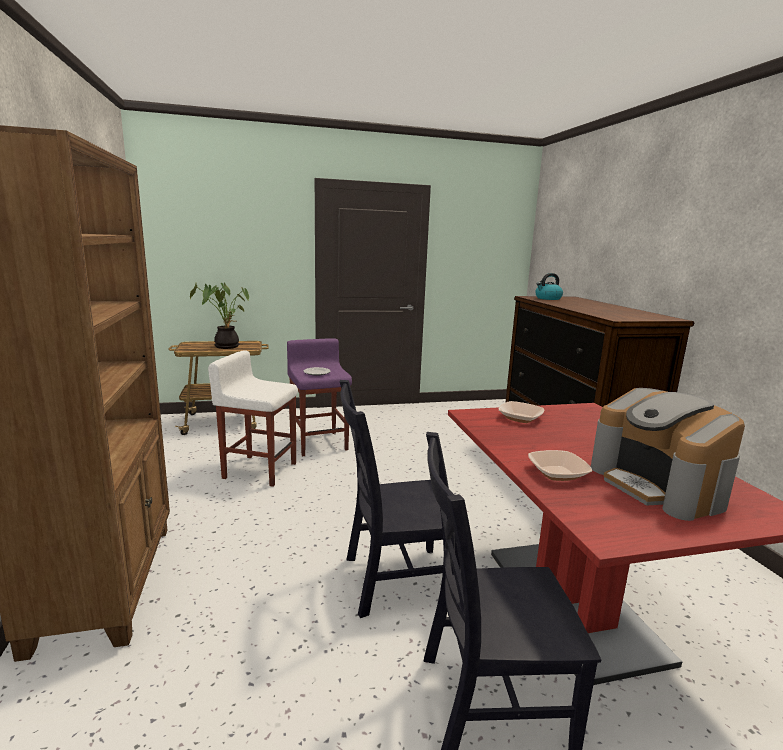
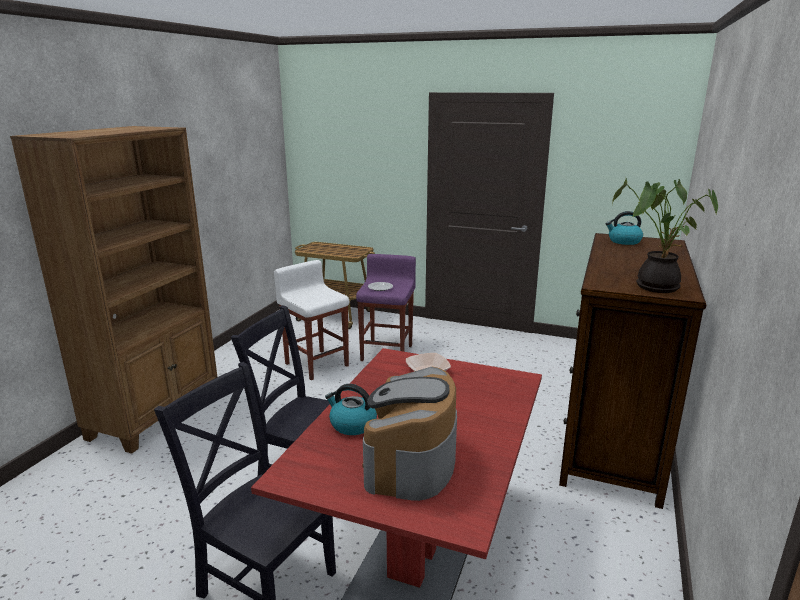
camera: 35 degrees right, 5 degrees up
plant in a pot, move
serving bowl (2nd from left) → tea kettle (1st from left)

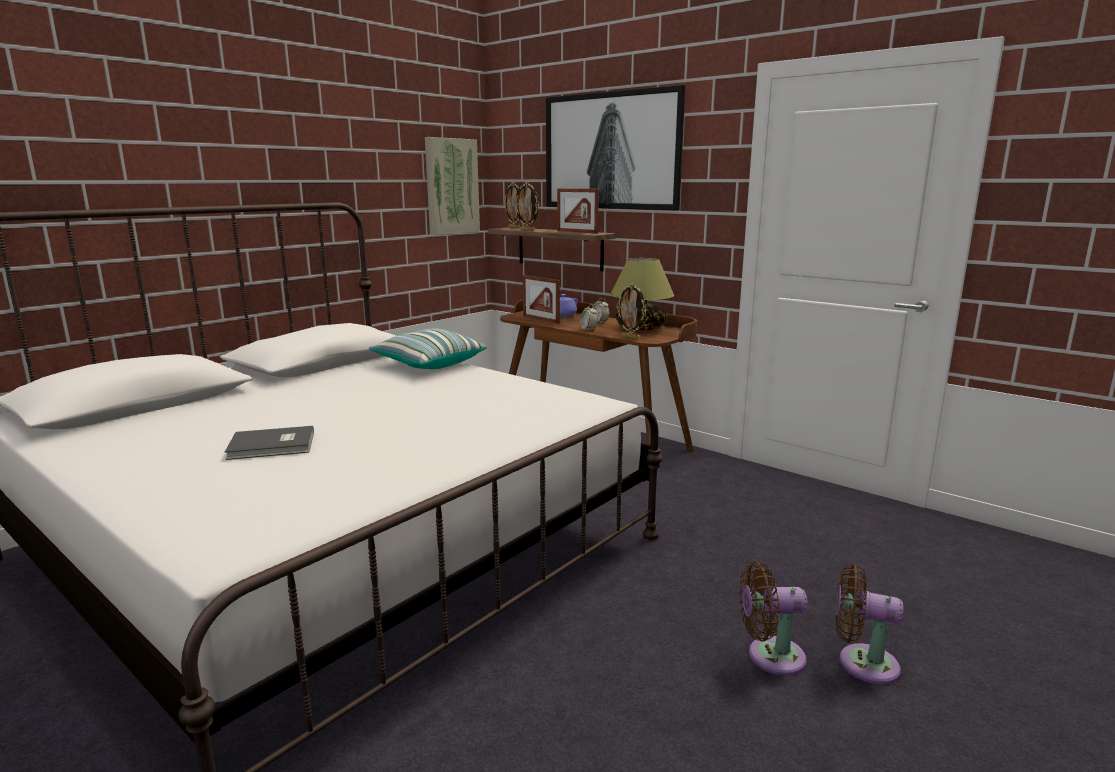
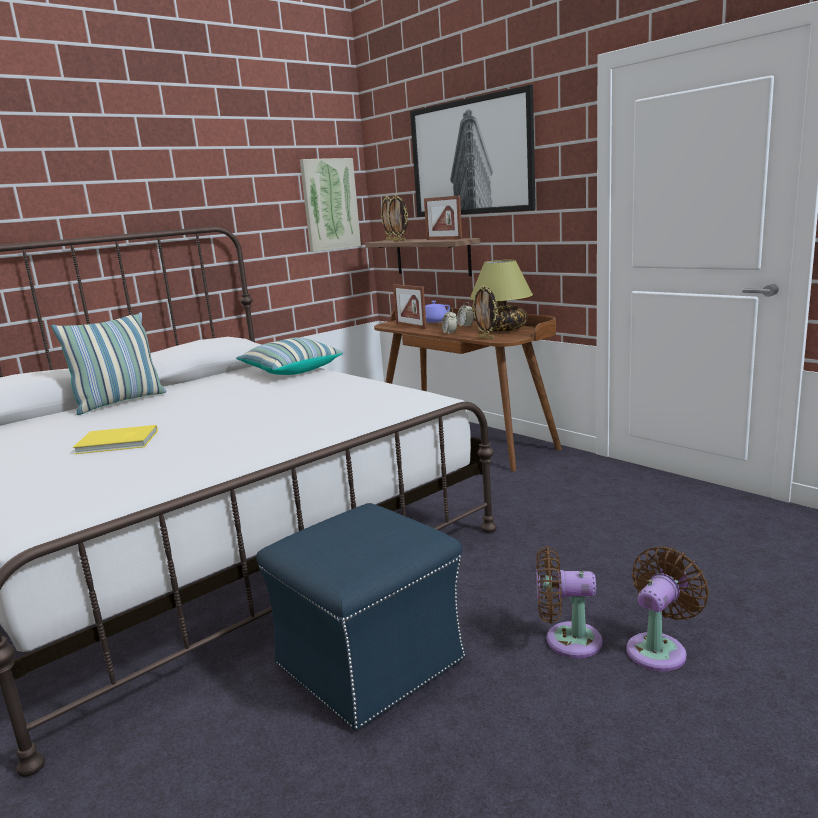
camera: 10 degrees right, 0 degrees up
- → pillow (1st from left)
- → blue ottoman
grey volume → yellow volume
brown-coloured fan (2nd from left), 105 degrees clockwise

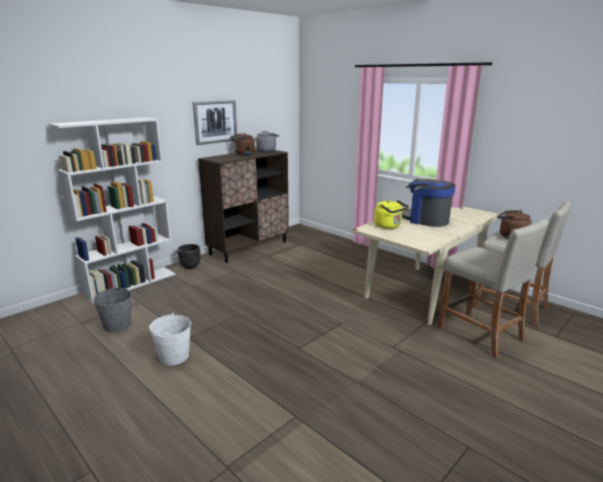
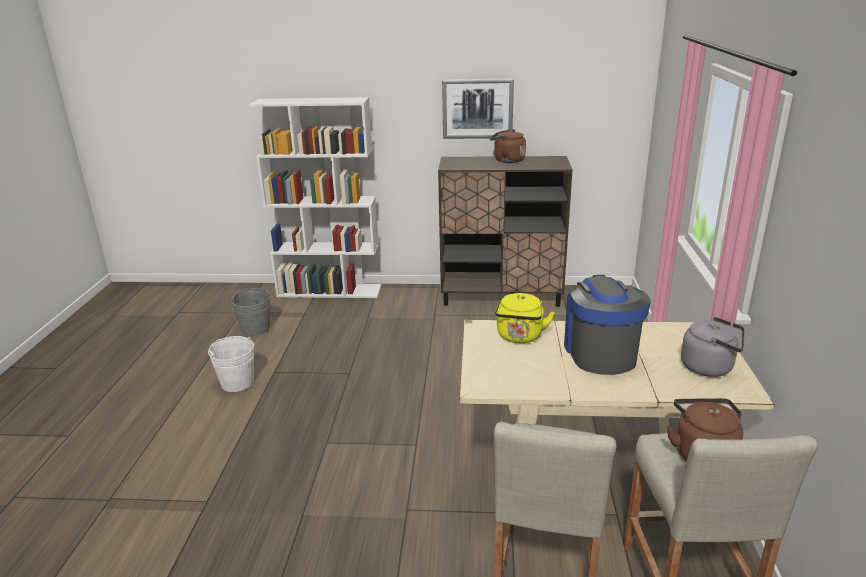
camera: 50 degrees right, 5 degrees up
black-coloured planter → -
grey tea kettle, move

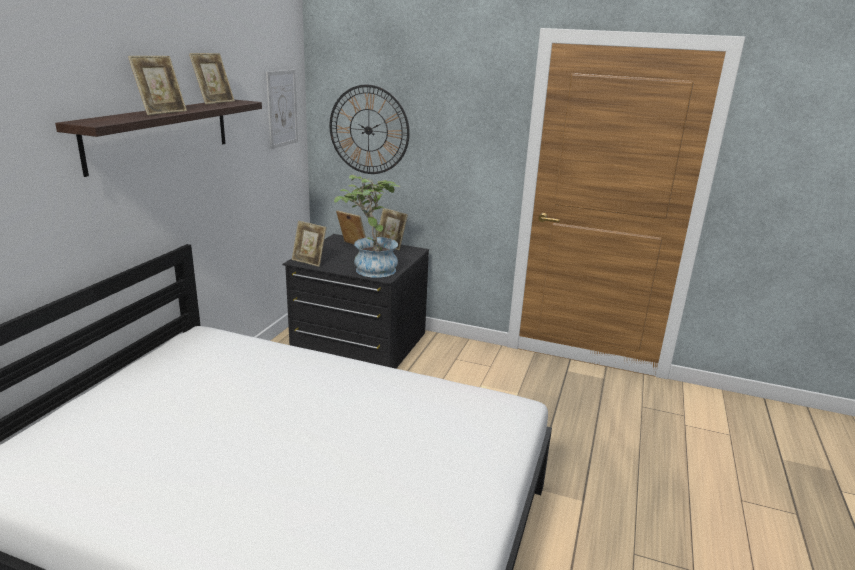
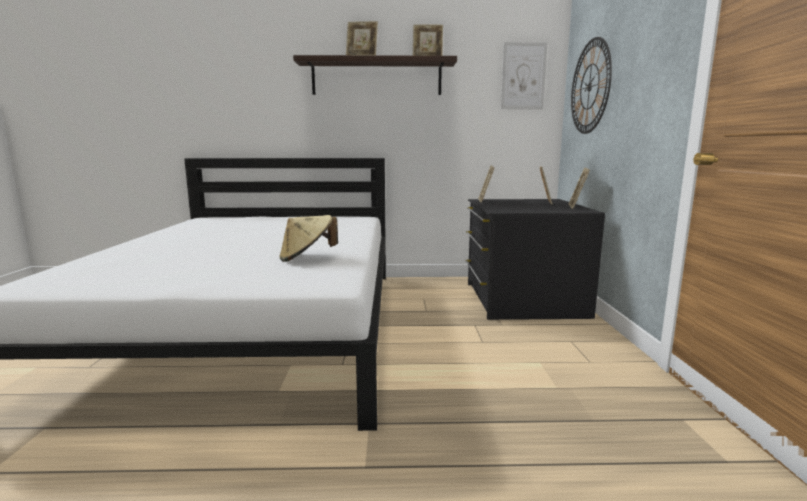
camera: 70 degrees right, 10 degrees down
plant in a pot → -
- → sand-coloured hat

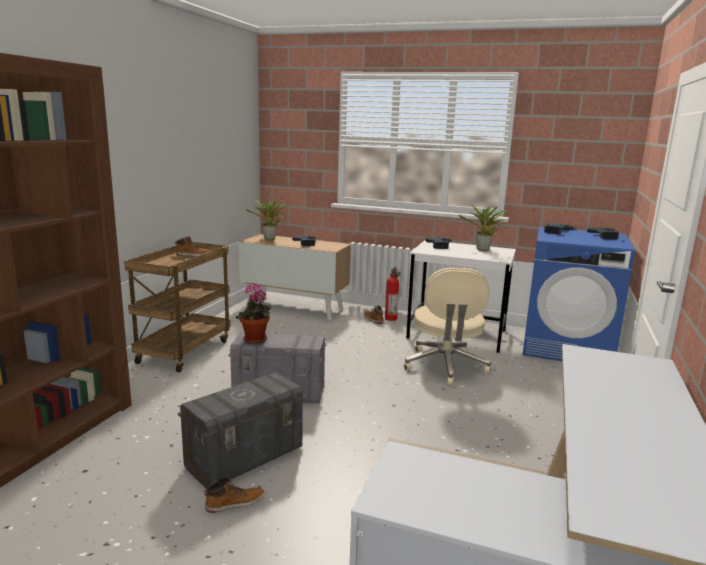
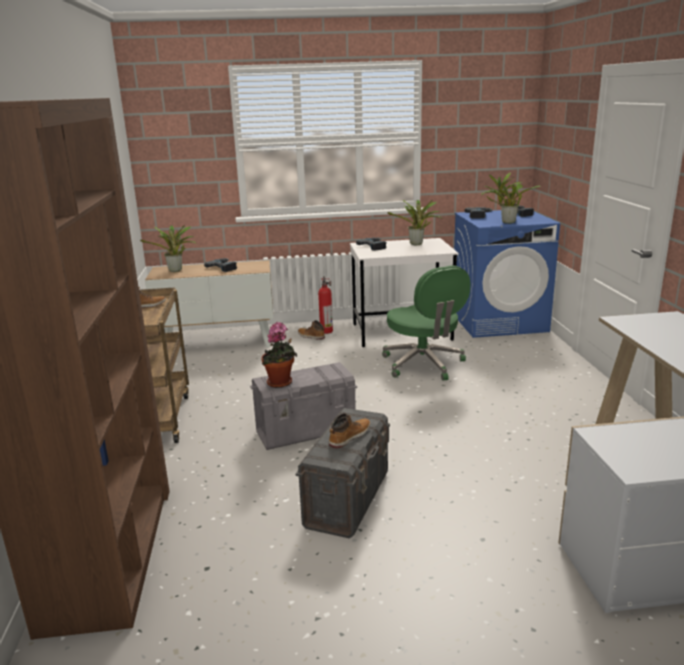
camera: 25 degrees left, 5 degrees up
- → plant in a pot (4th from left)
tall boot (2nd from left in the first image) → tall boot (3rd from left), move
sand-coloured office chair → greenish office chair

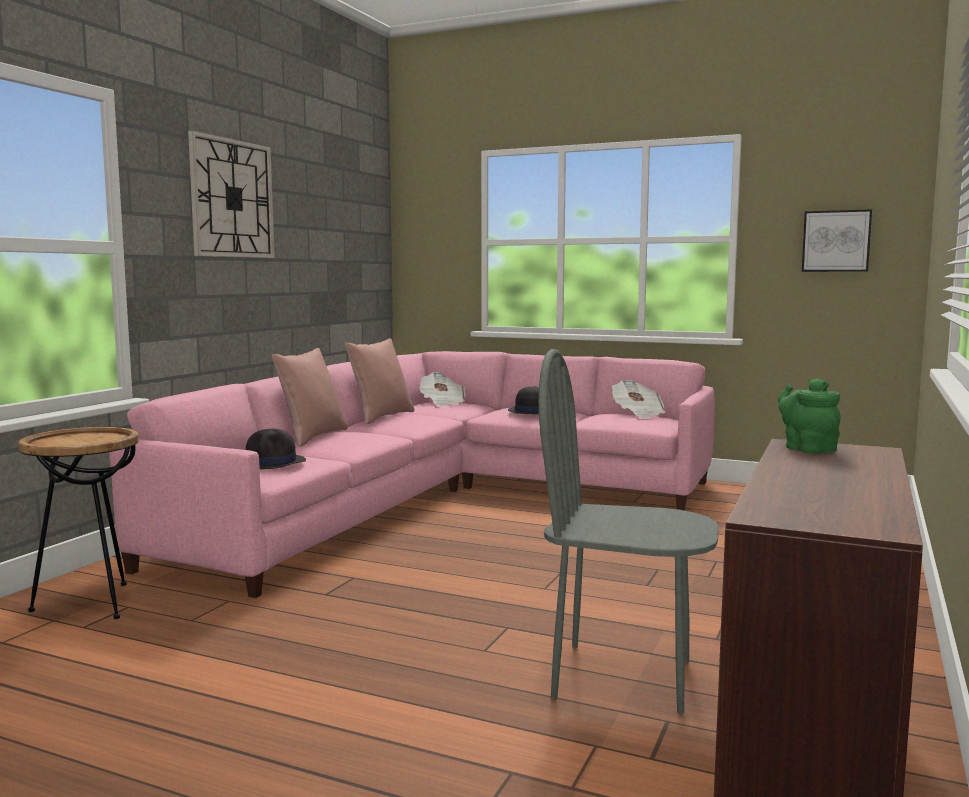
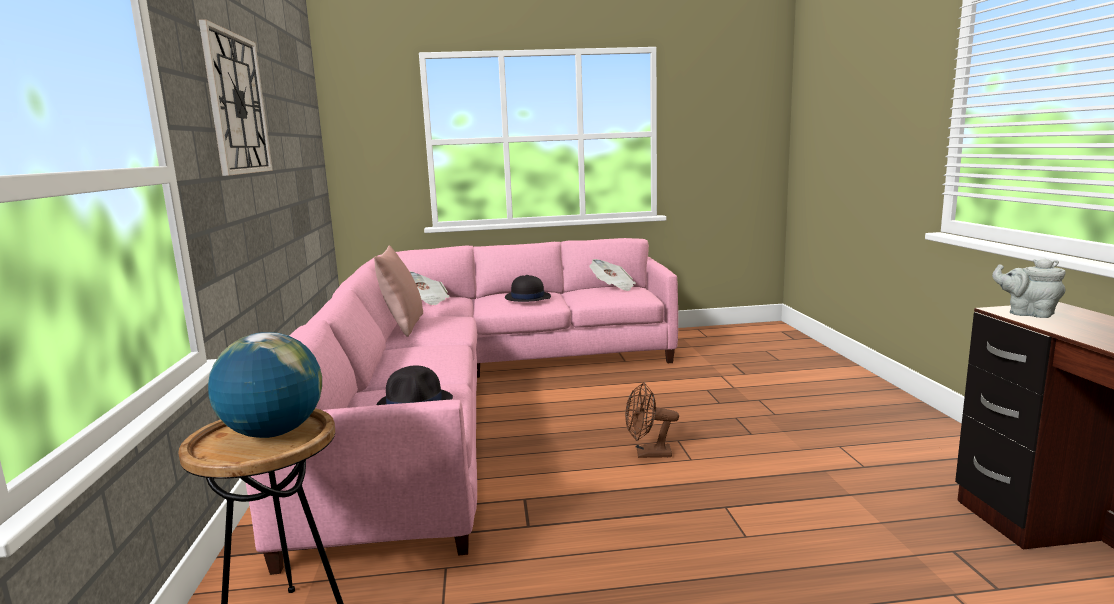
camera: 30 degrees left, 5 degrees up
pink pillow (1st from left) → -
grey chair → -
picture → -
- → desk globe
- → brown-coloured fan
greenish pot for tea → grey pot for tea

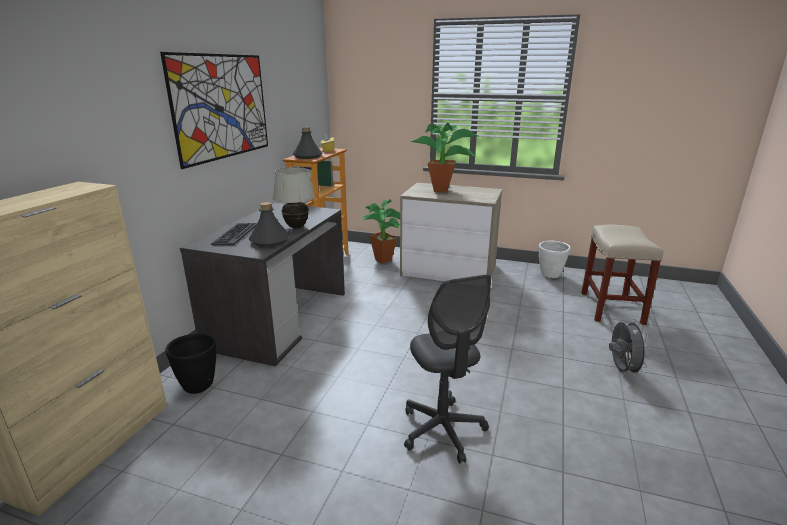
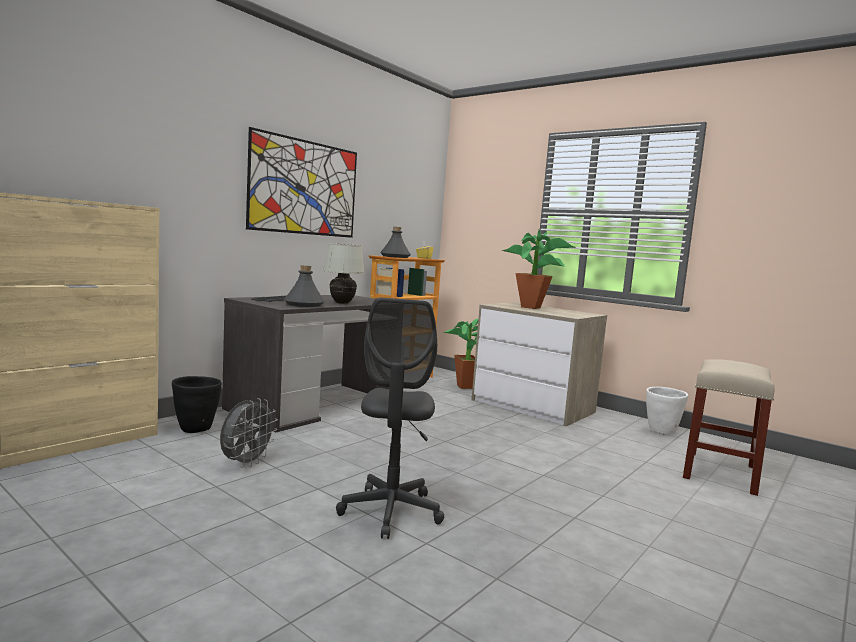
camera: 20 degrees right, 15 degrees down
grey fan, move

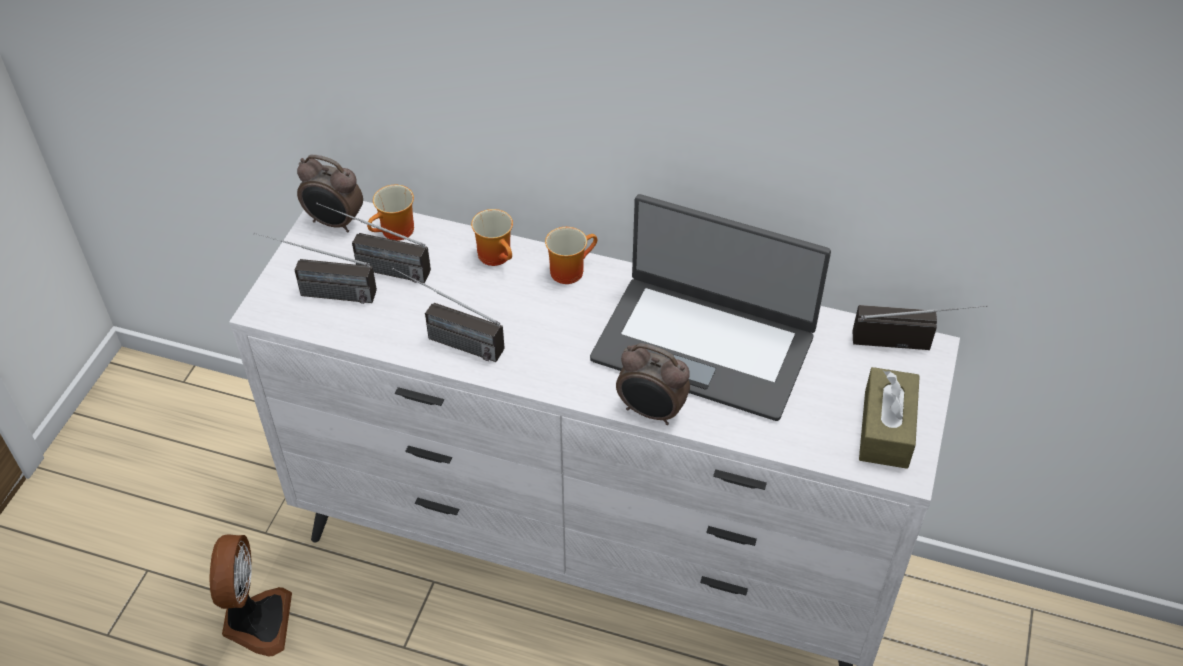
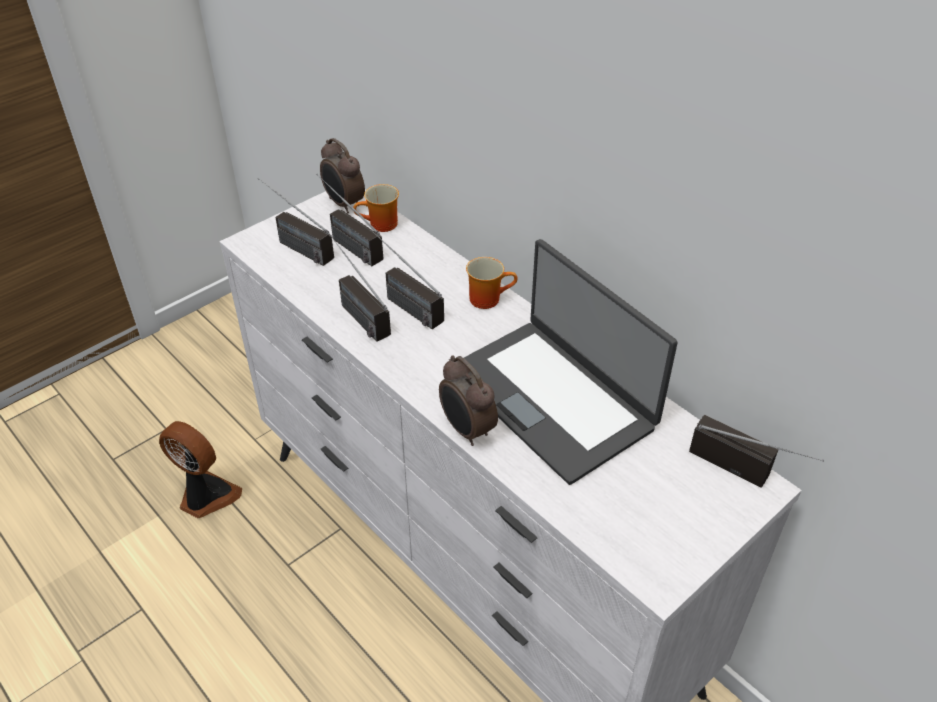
camera: 30 degrees right, 5 degrees down
tea mug (2nd from left) → -
brown-coloured tissue holder → -
- → radio (4th from left)
fan, 90 degrees counterclockwise

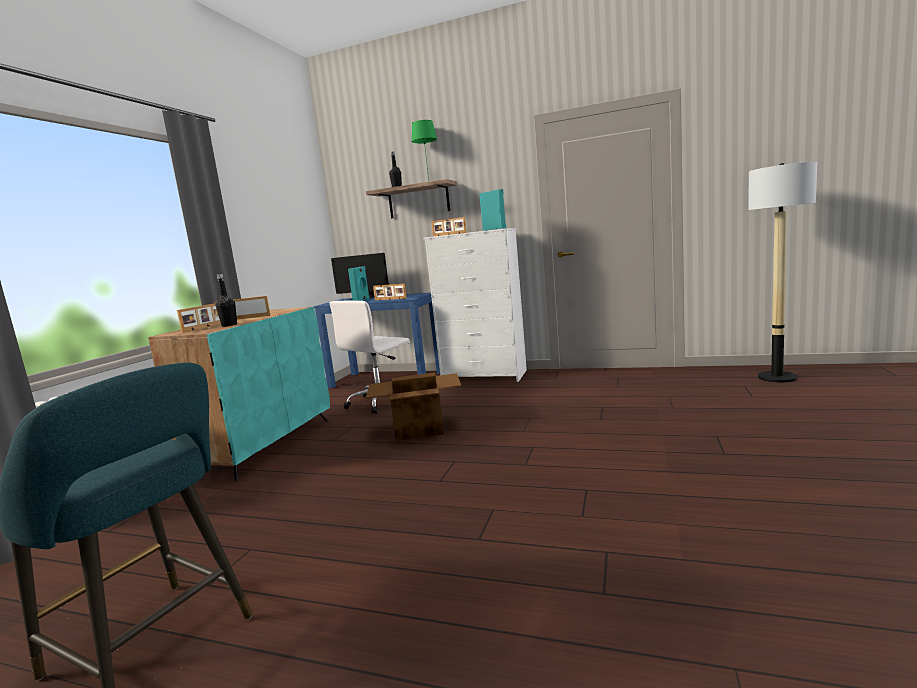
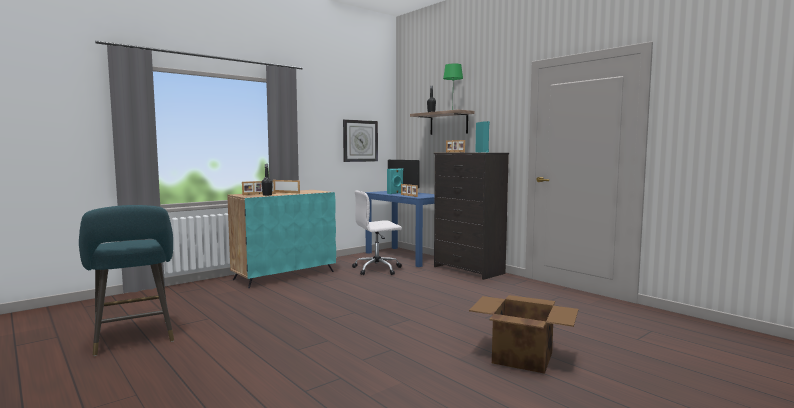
camera: 30 degrees right, 5 degrees down
standing lamp → -
- → wall clock
cardboard box, move
white-coloured chest of drawers → black-coloured chest of drawers

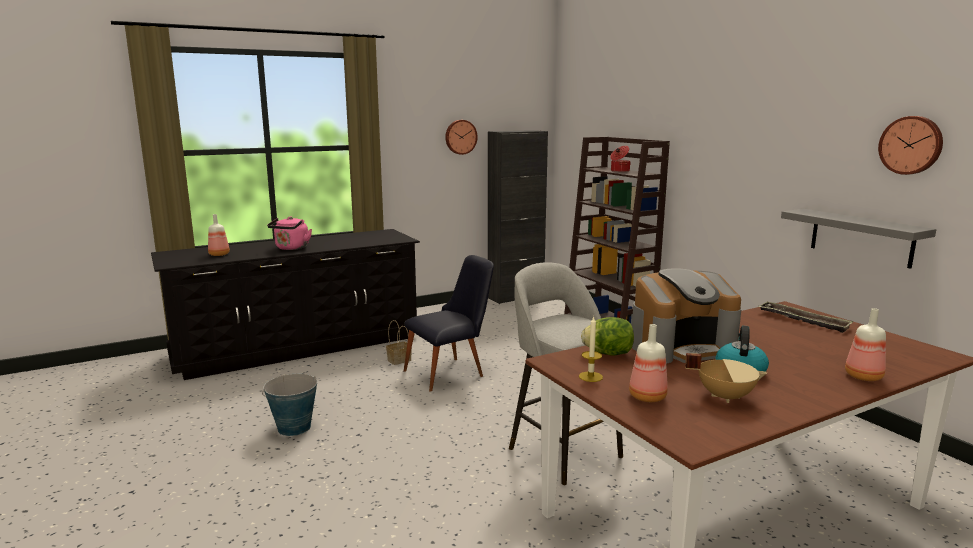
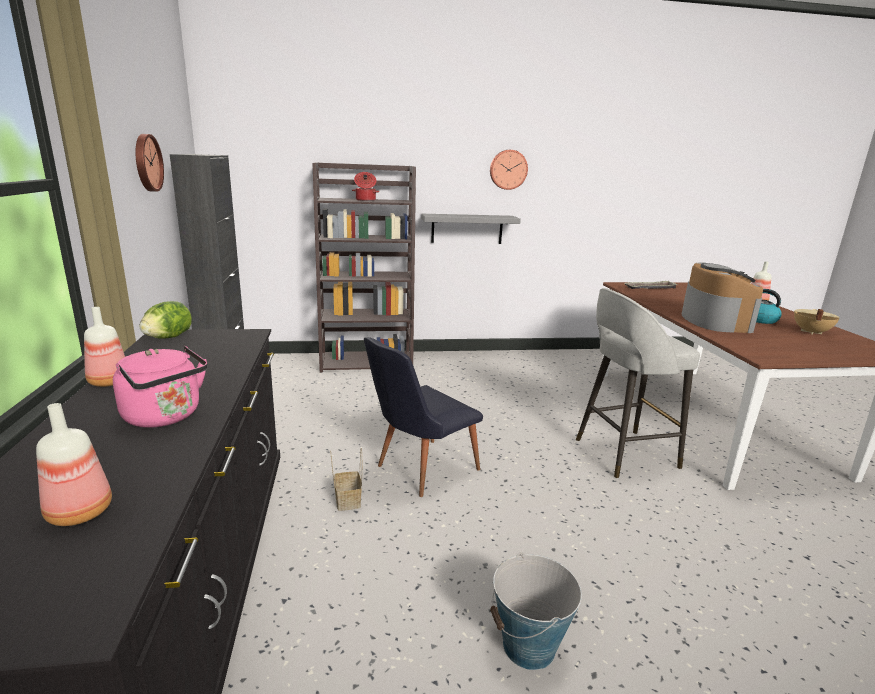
camera: 70 degrees left, 5 degrees up
wax candle → -
lettuce head, move
drink bottle (2nd from left), move
grey bracket shelf, move
wall clock (2nd from left), move
black-coloured chair, 120 degrees counterclockwise

